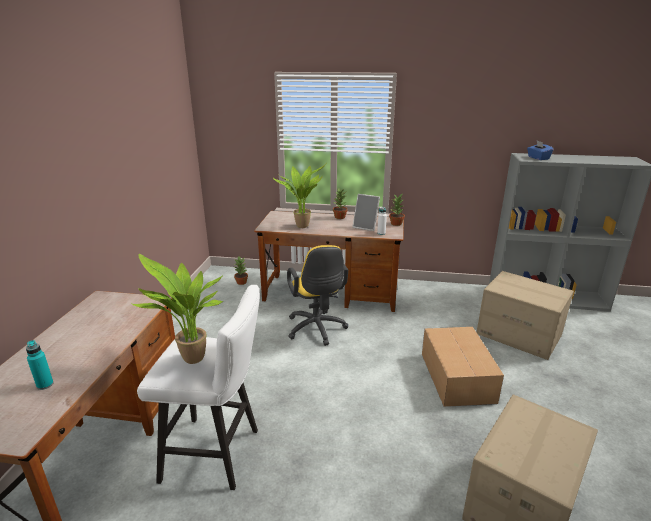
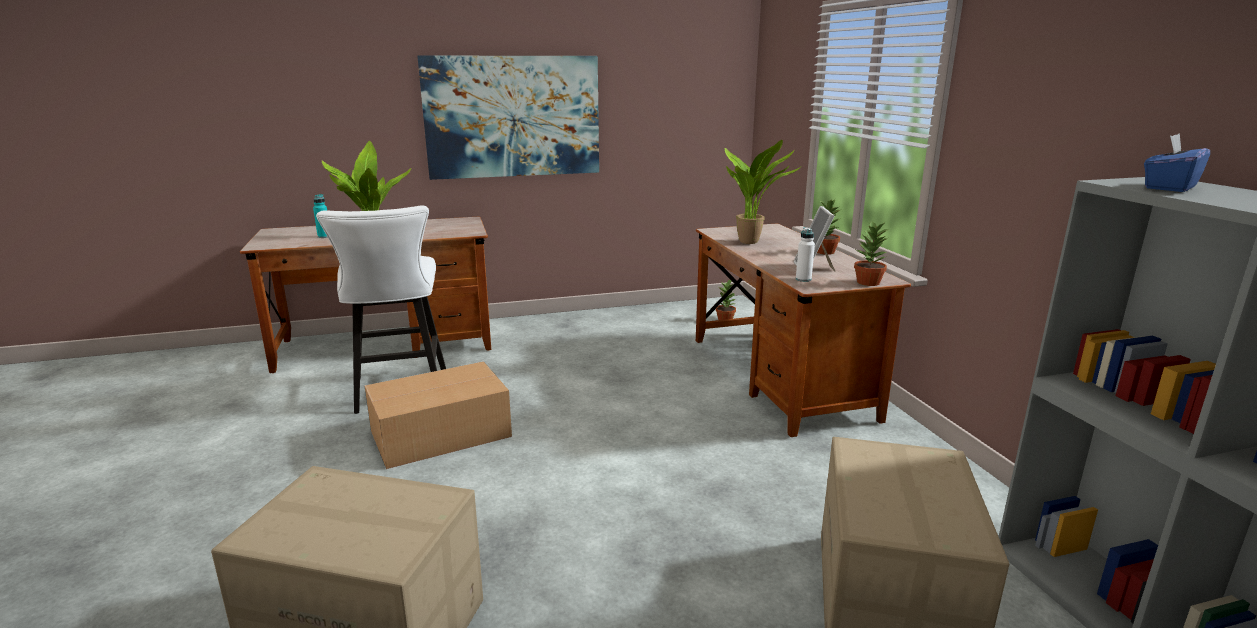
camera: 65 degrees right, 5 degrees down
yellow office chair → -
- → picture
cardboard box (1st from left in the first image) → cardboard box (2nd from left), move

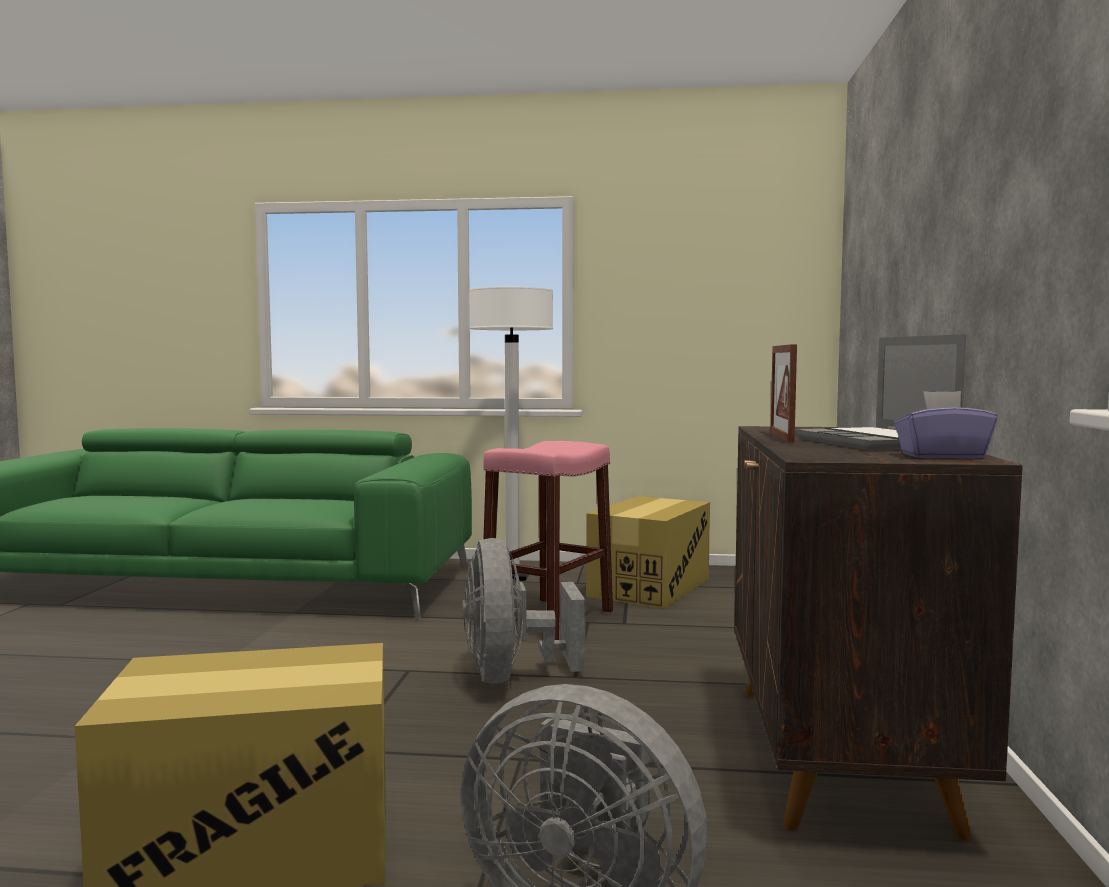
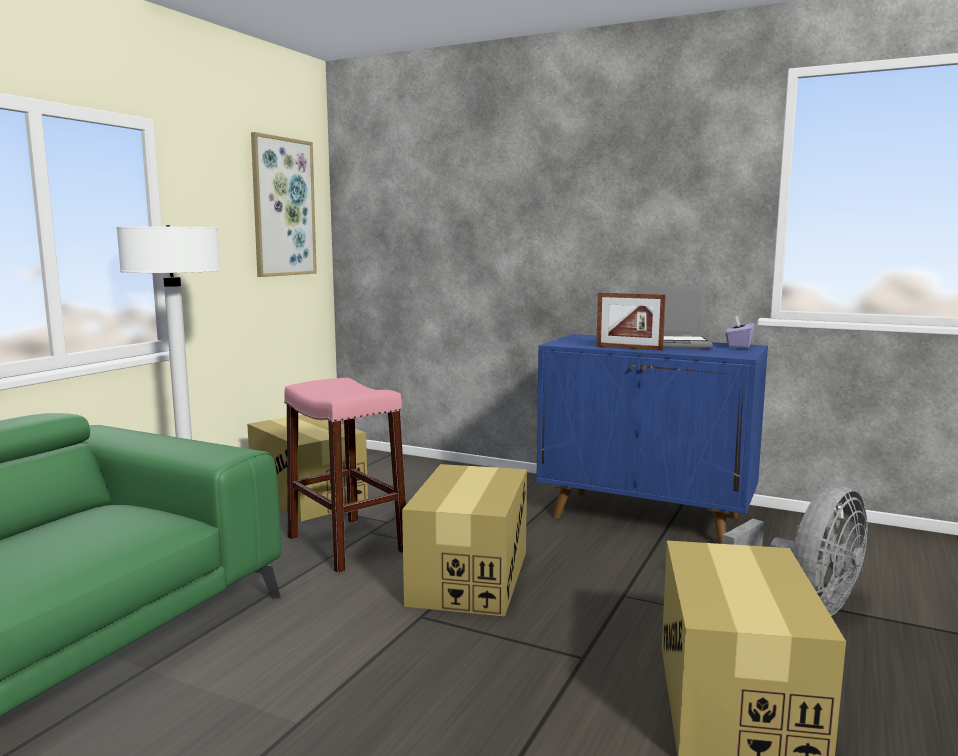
camera: 70 degrees left, 5 degrees up
- → picture
grey fan (1st from left) → cardboard box (2nd from left)
brown-coloured cupboard → blue cupboard

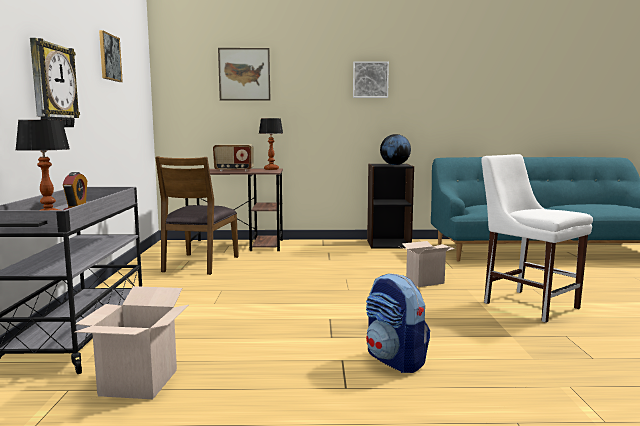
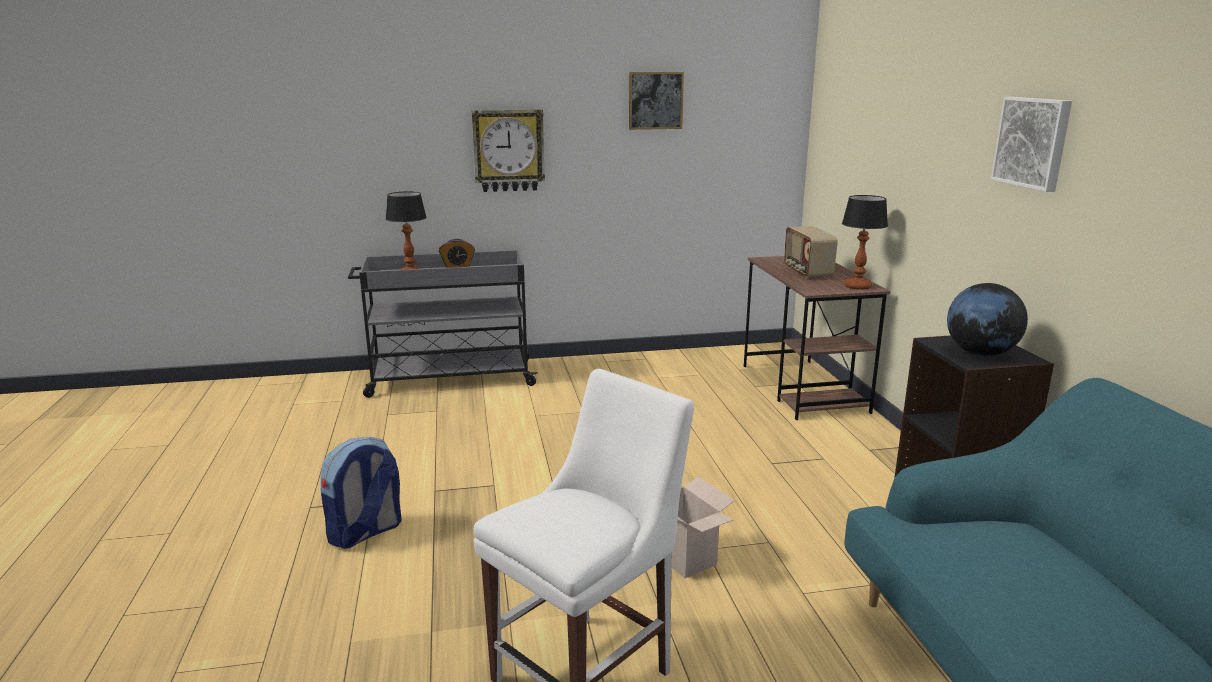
camera: 80 degrees right, 10 degrees up
cardboard box (1st from left) → -
brown-coloured chair → -
picture (2nd from left) → -

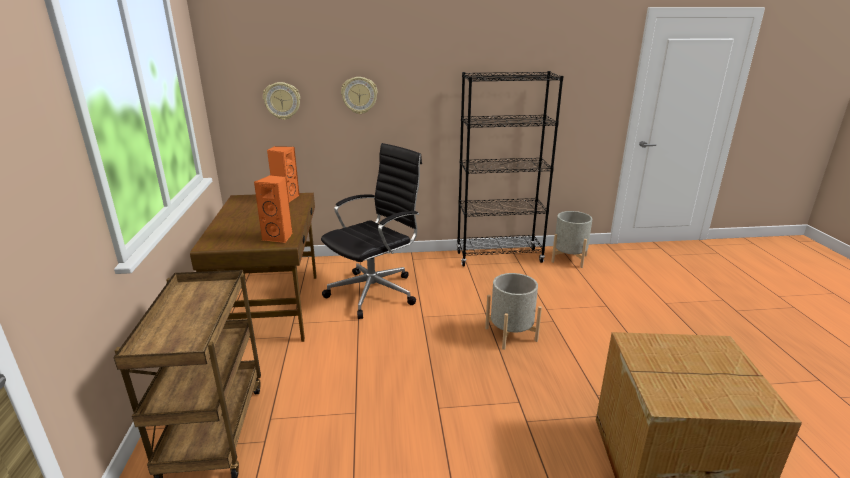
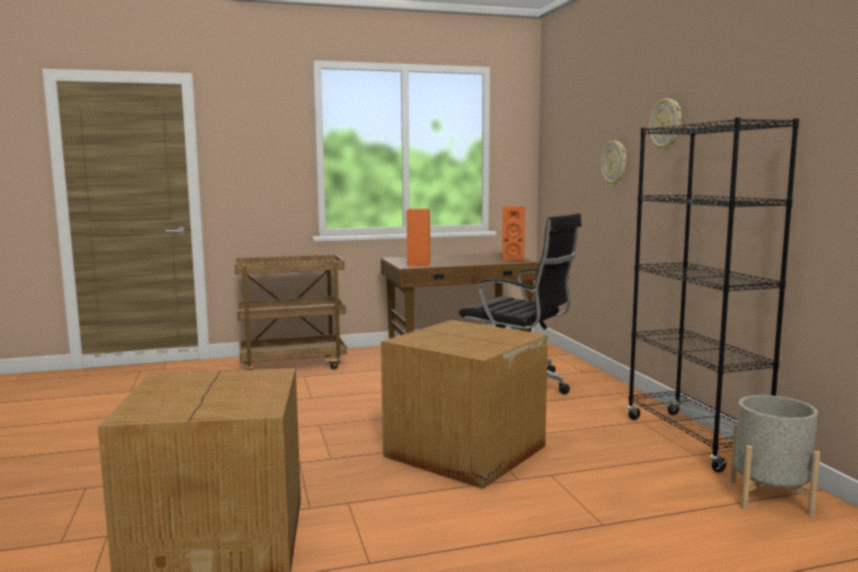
camera: 80 degrees right, 15 degrees down
wall clock (1st from left in the first image) → wall clock (2nd from left), move
grey planter (1st from left) → cardboard box (2nd from left)

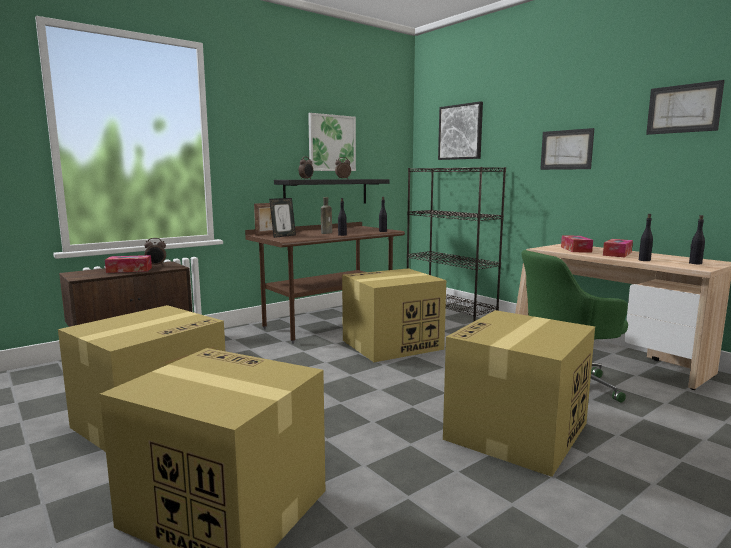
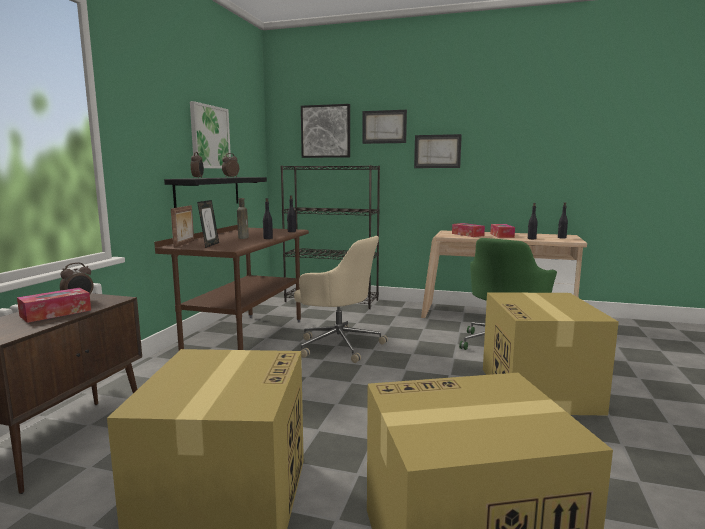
camera: 35 degrees left, 0 degrees up
picture (4th from left in the first image) → picture (3rd from left), move
cardboard box (3rd from left) → sand-coloured office chair

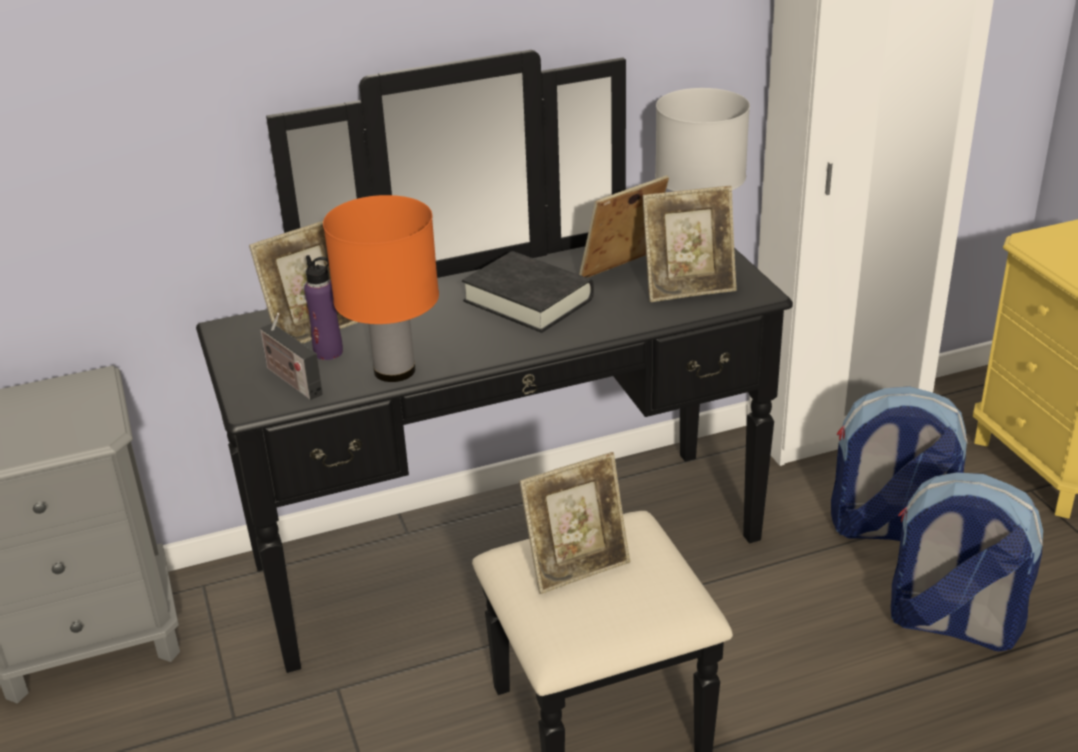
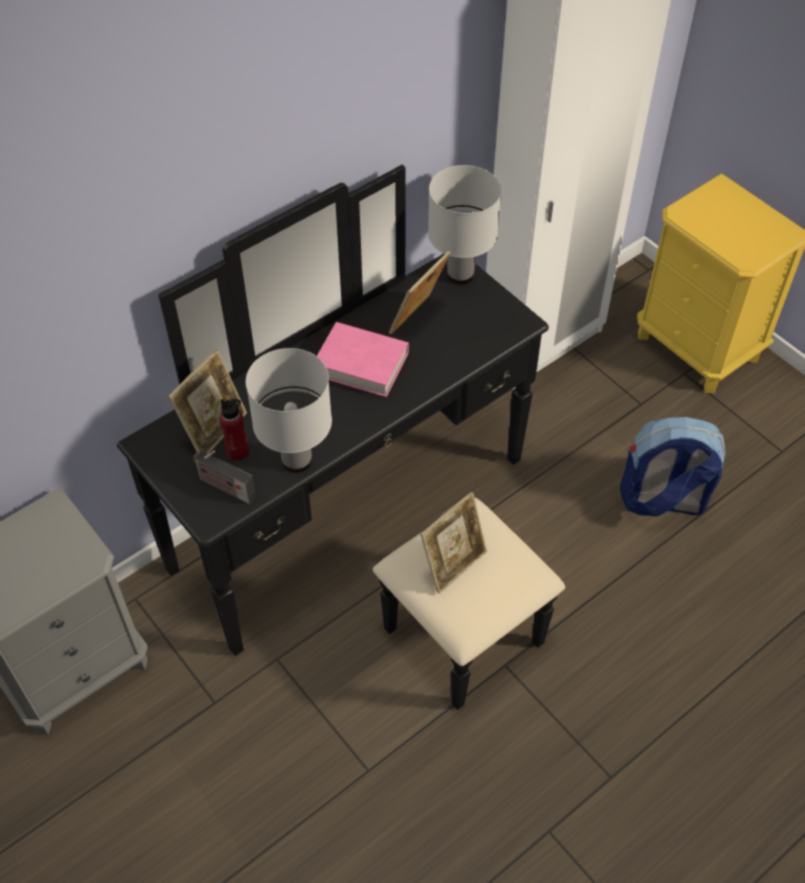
camera: 20 degrees left, 20 degrees up
standing frame (4th from left) → -
knapsack (1st from left) → -
purple-coloured drink bottle → red-coloured drink bottle
orangey lamp for a table → white-coloured lamp for a table (1st from left)
black-coloured volume → pink volume

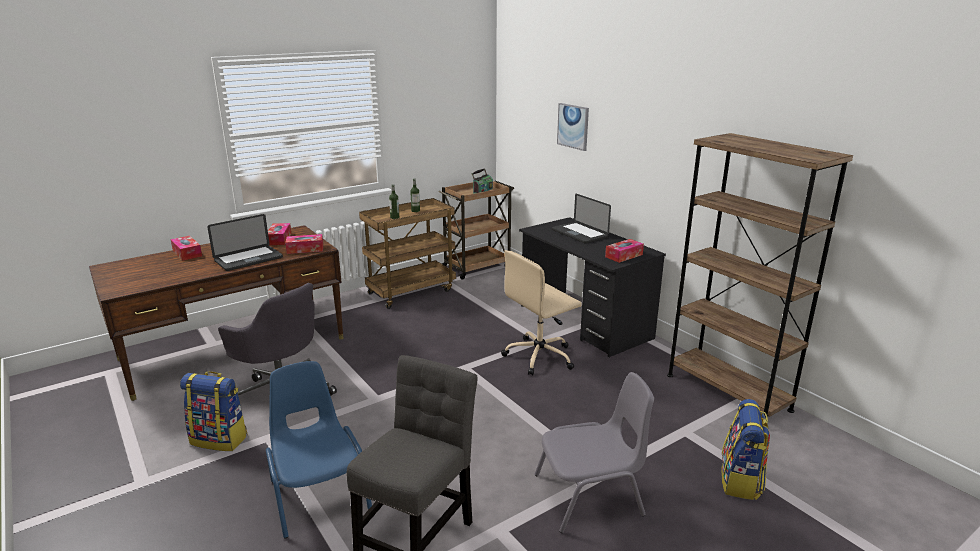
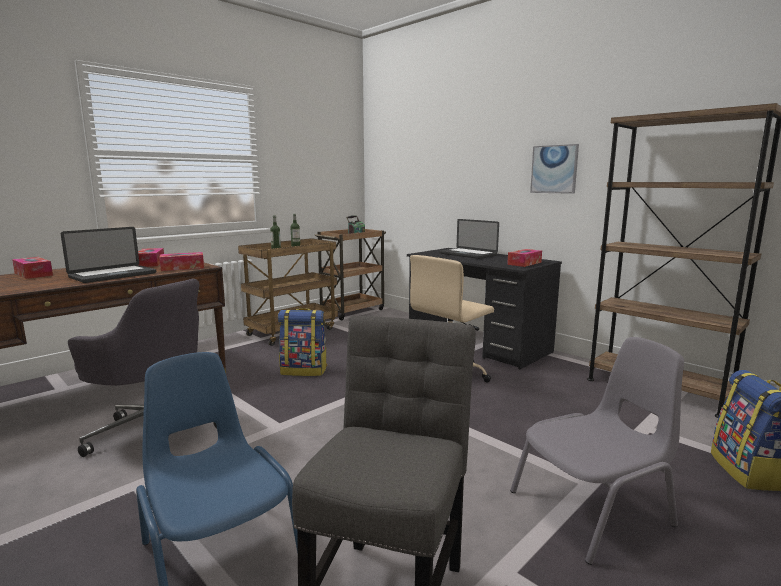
camera: 10 degrees left, 10 degrees down
knapsack (1st from left), move
picture, move

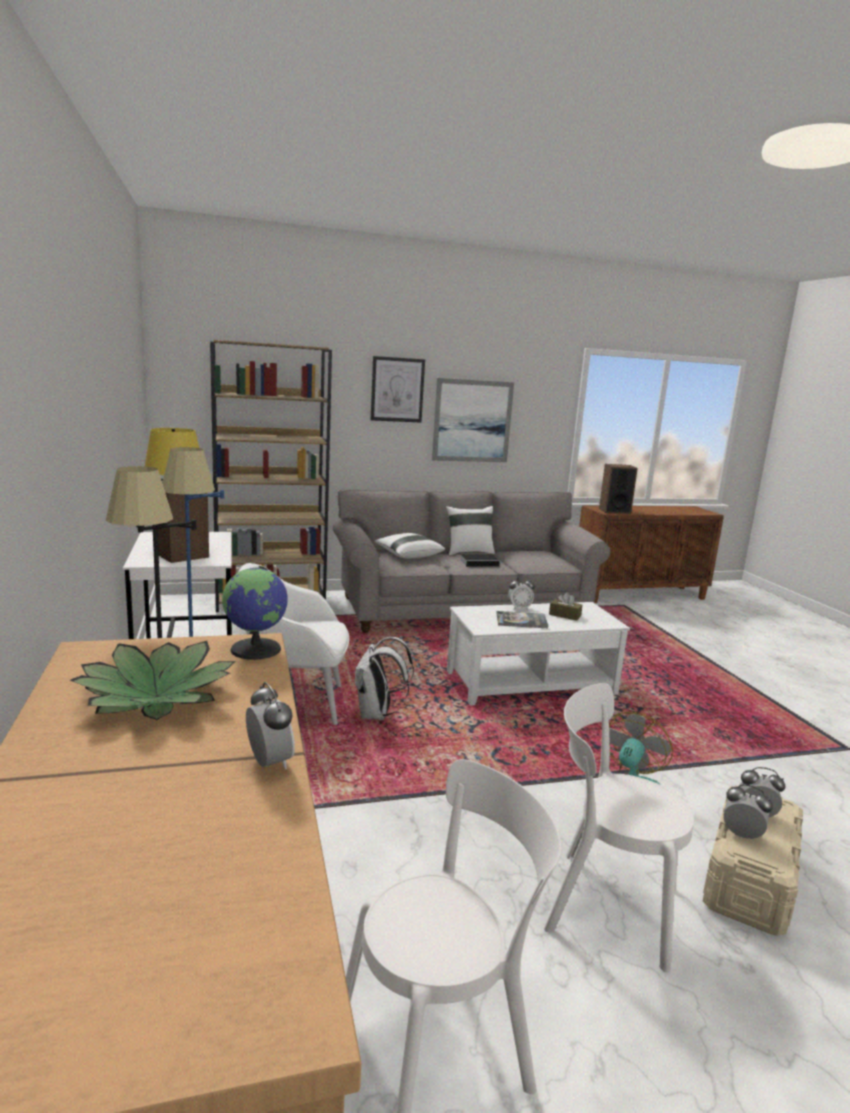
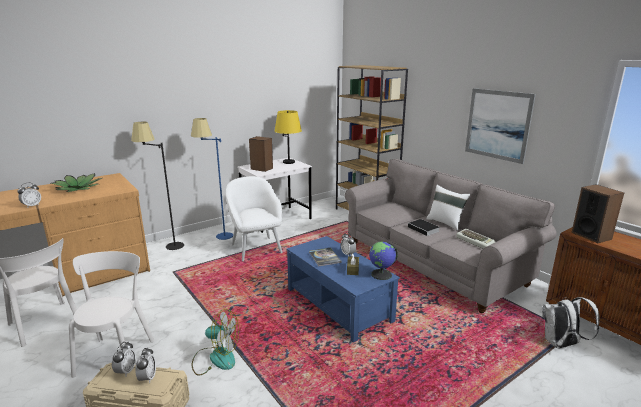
camera: 70 degrees right, 5 degrees up
picture (1st from left) → -
white-coloured pillow (1st from left) → -
- → computer keyboard
desk globe, move
white-coloured knapsack, move
white-coloured low table → blue low table

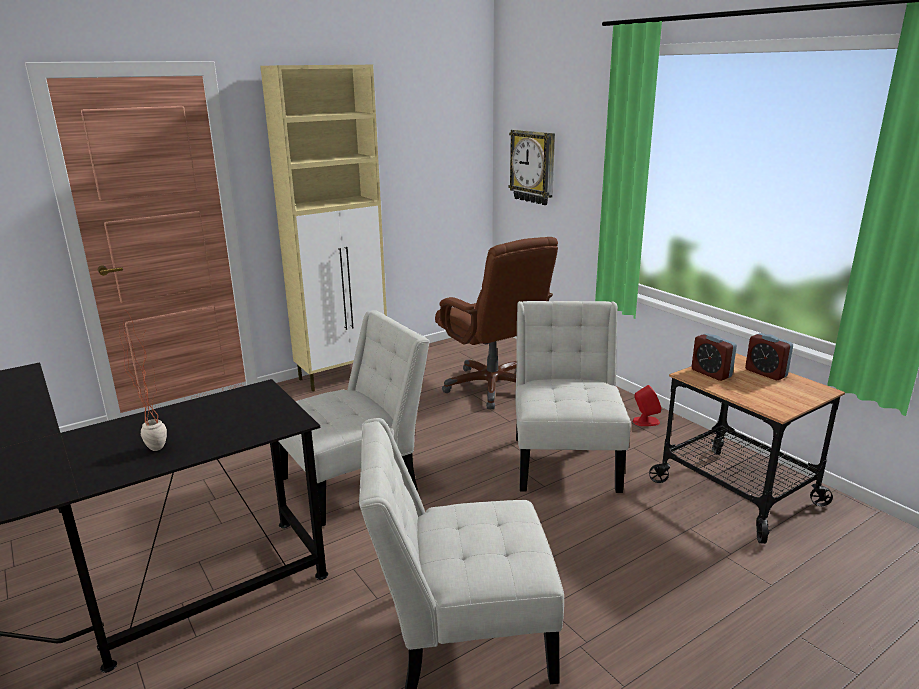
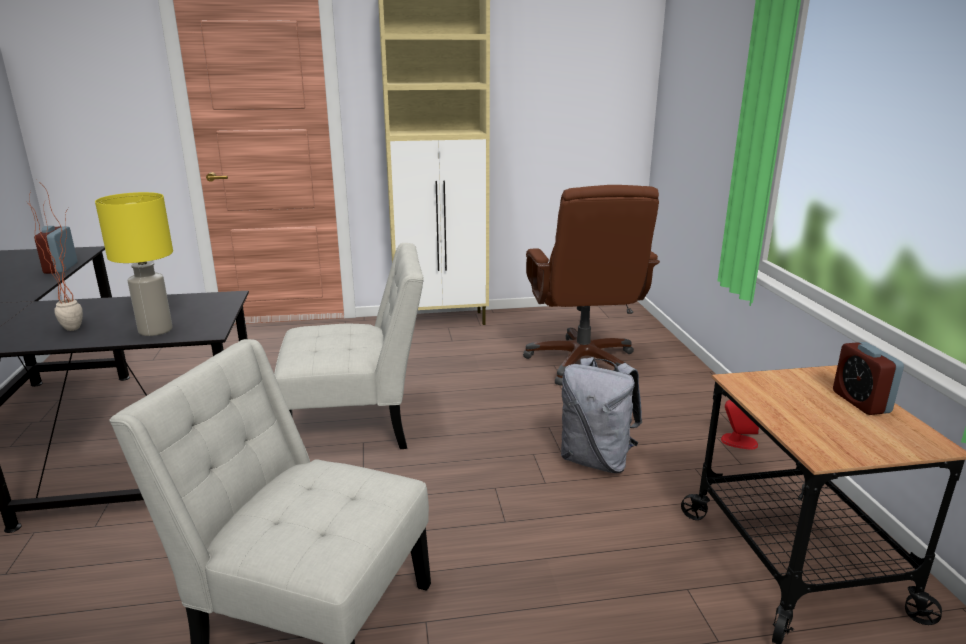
camera: 25 degrees right, 0 degrees up
wall clock → -
- → yellow lamp for a table
alarm clock (1st from left), move
white-coloured chair (3rd from left) → grey knapsack

